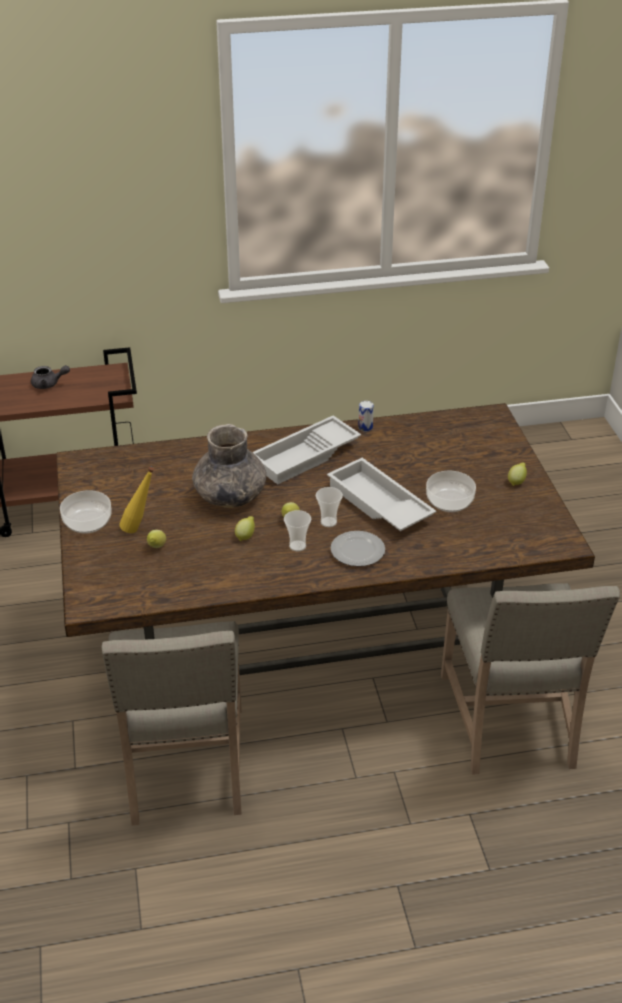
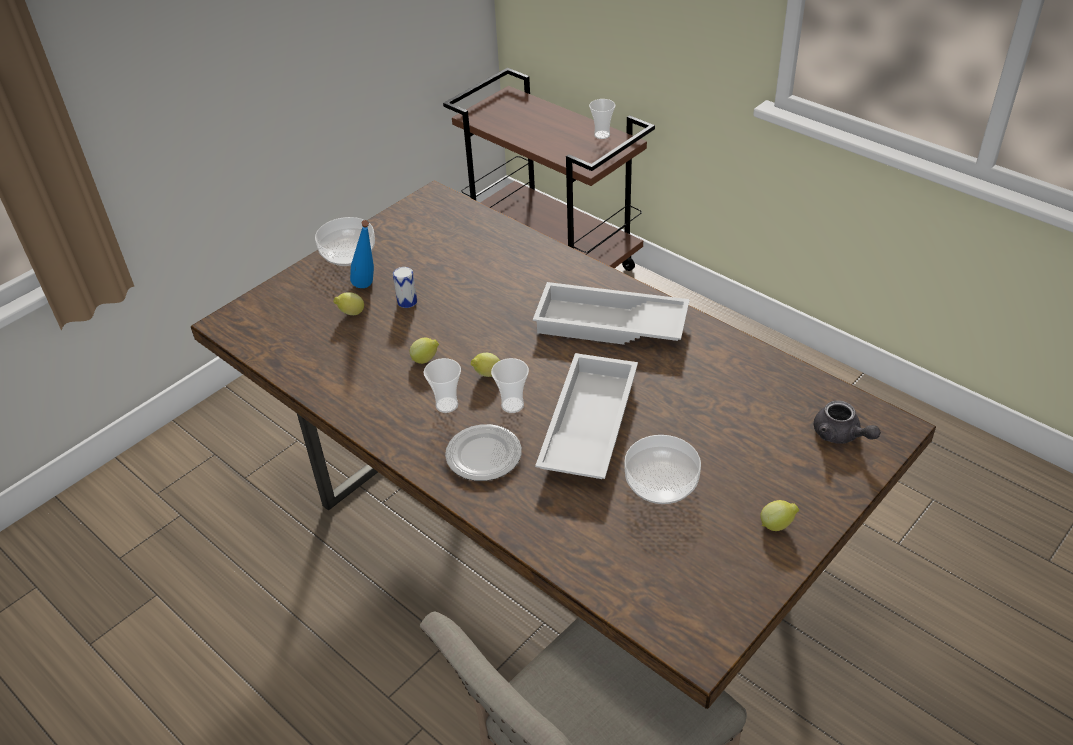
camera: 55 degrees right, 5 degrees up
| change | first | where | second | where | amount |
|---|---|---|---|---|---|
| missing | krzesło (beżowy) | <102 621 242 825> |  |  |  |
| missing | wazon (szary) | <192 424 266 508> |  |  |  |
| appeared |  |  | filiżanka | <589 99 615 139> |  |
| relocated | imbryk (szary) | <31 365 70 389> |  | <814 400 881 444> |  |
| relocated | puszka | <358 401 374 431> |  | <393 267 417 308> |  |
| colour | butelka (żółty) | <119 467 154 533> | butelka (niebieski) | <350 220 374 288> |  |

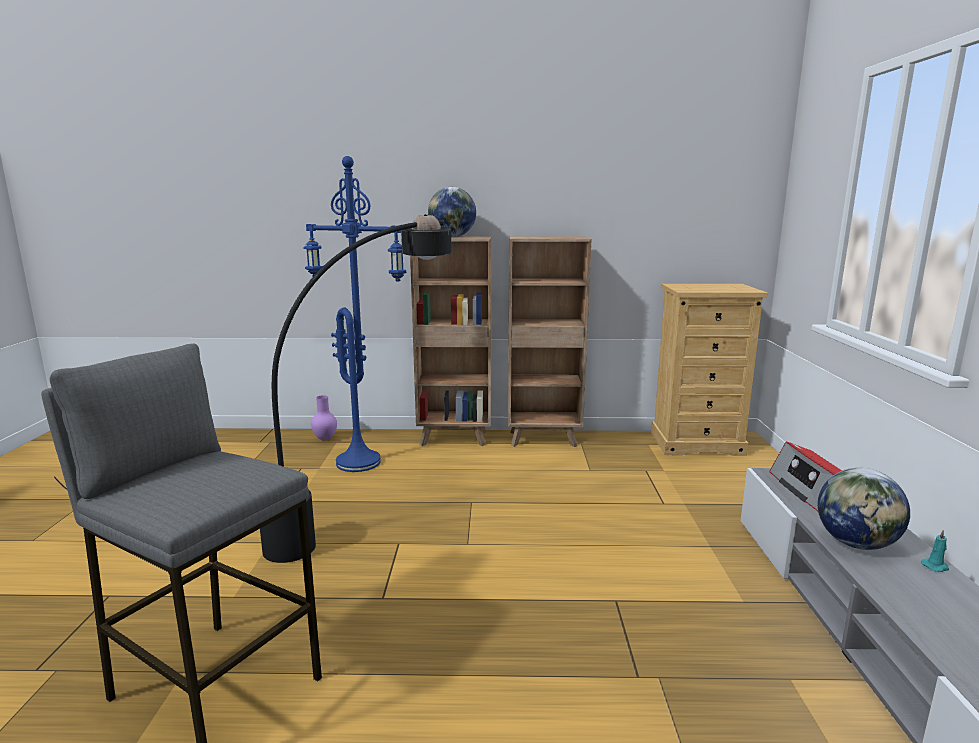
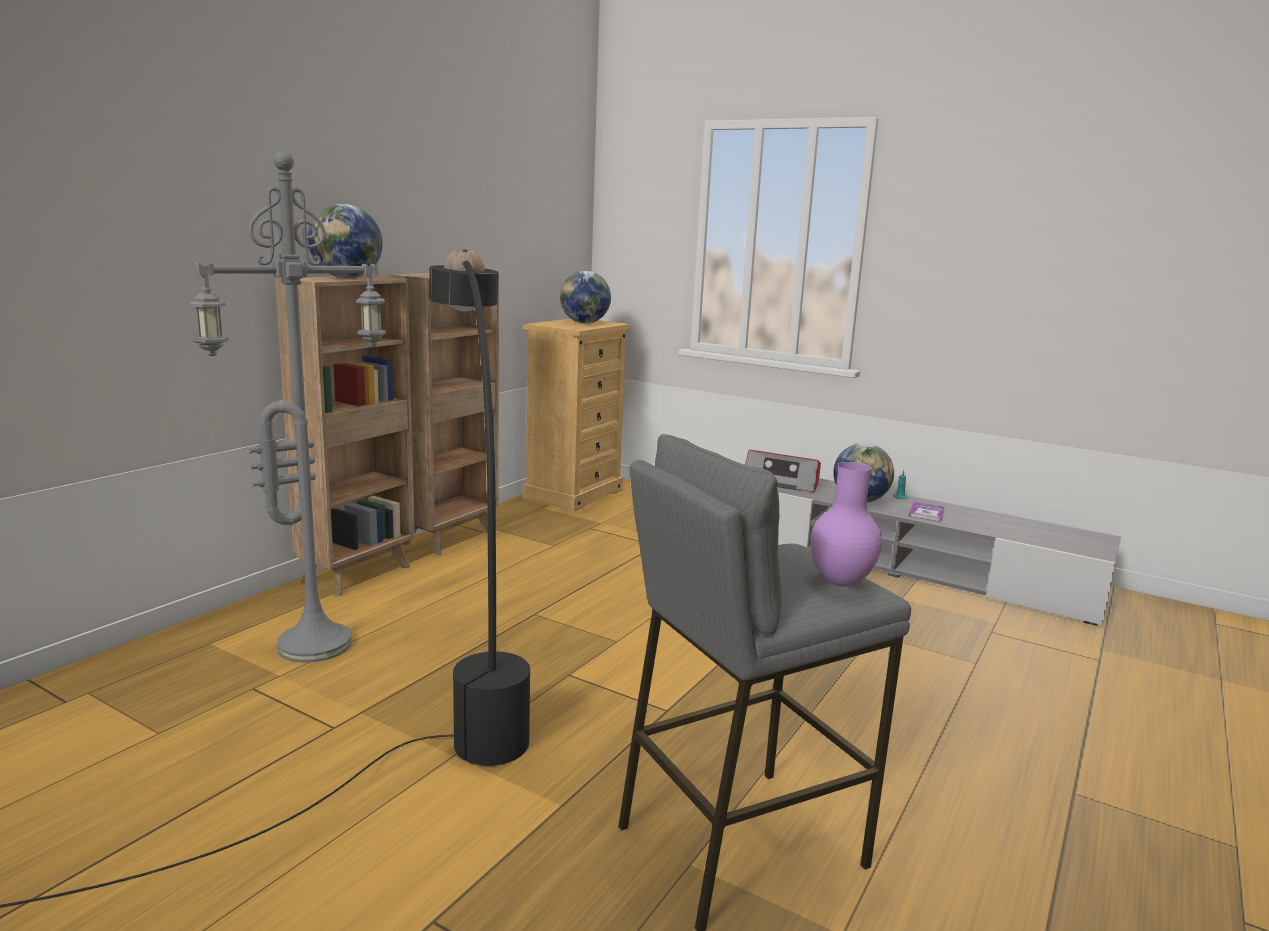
camera: 60 degrees left, 0 degrees up
| change | first | where | second | where | amount |
|---|---|---|---|---|---|
| appeared |  |  | globus | <560 271 611 323> |  |
| appeared |  |  | książka | <909 502 945 522> |  |
| relocated | wazon (fioletowy) | <311 395 337 440> |  | <810 462 882 587> |  |
| colour | lampa stojąca (niebieski) | <303 156 406 472> | lampa stojąca (szary) | <189 151 386 663> |  |

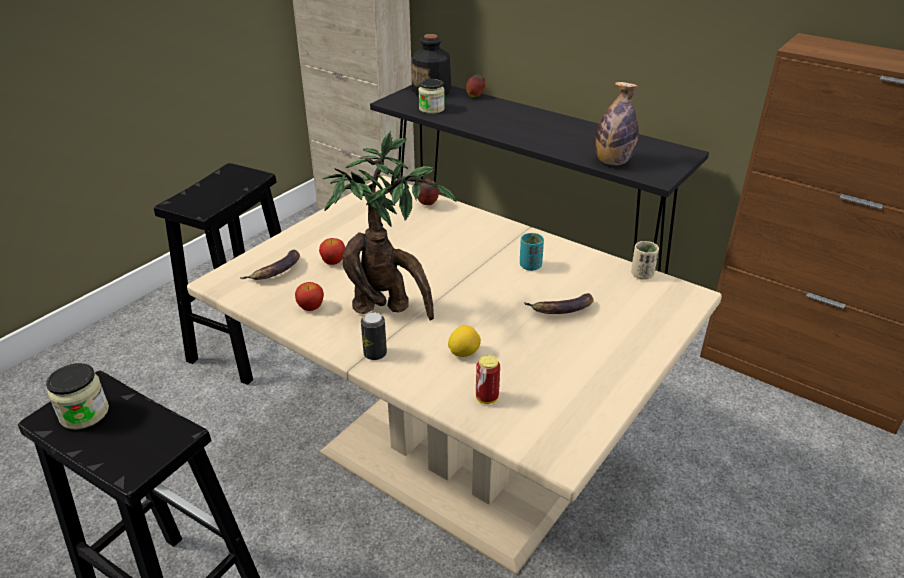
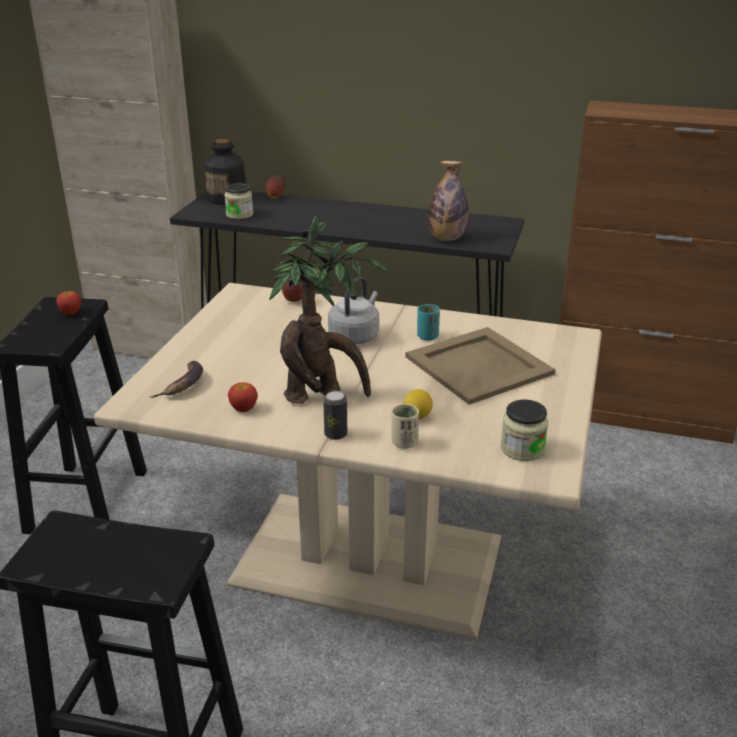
camera: 20 degrees left, 5 degrees down
| change | first | where | second | where | amount |
|---|---|---|---|---|---|
| missing | puszka | <476 355 500 404> |  |  |  |
| appeared |  |  | czajnik (szary) | <328 277 379 344> |  |
| relocated | słoik | <46 363 109 429> |  | <501 399 548 461> |  |
| relocated | jabłko | <319 238 345 265> |  | <56 291 81 315> |  |
| relocated | filiżanka (beżowy) | <631 241 659 280> |  | <391 404 419 449> |  |
| exchanged | banan | <524 293 594 314> | taca (beżowy) | <405 327 555 405> |  |

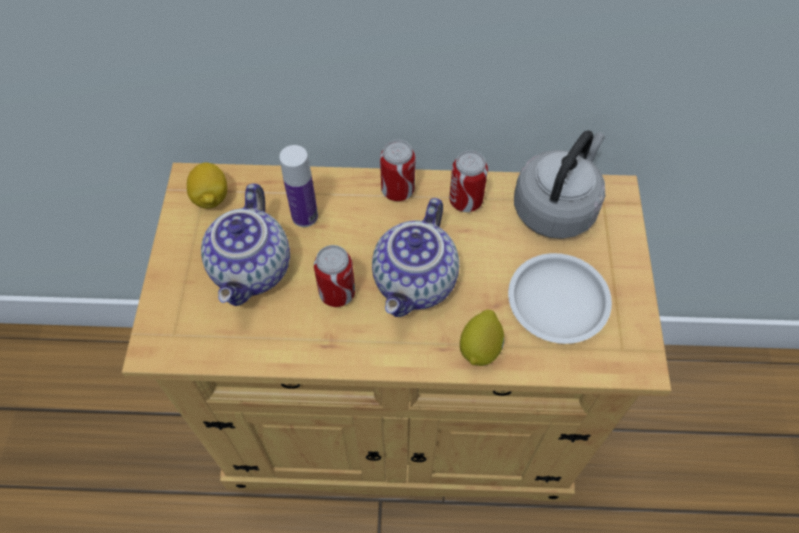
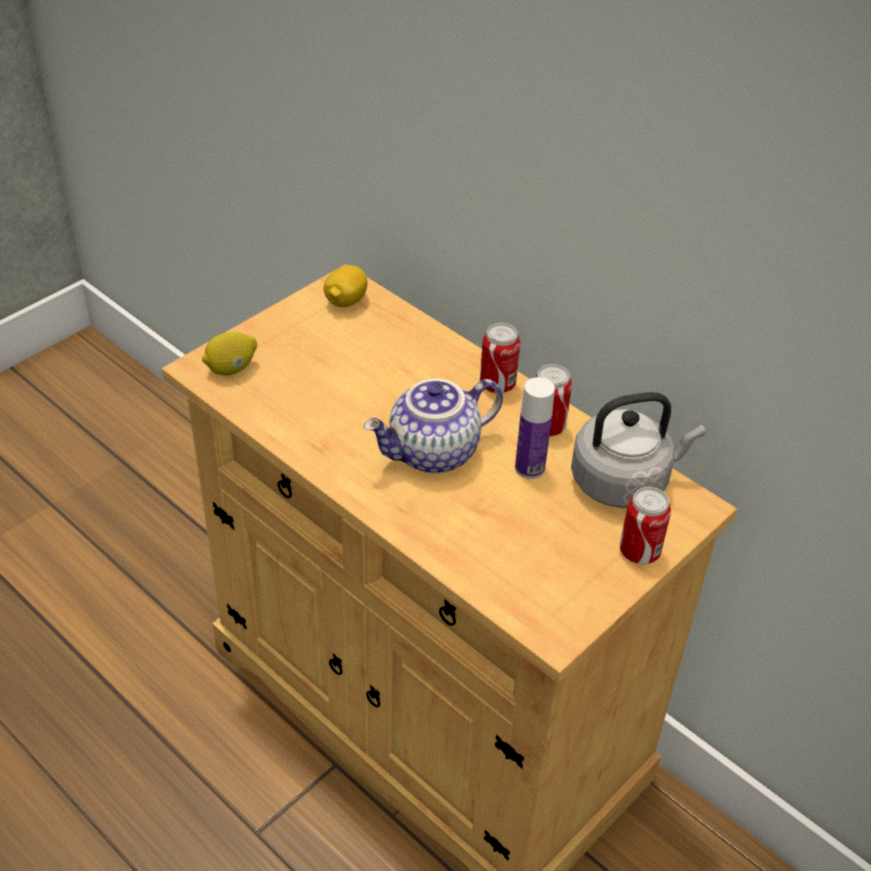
camera: 40 degrees right, 15 degrees down
| change | first | where | second | where | amount |
|---|---|---|---|---|---|
| missing | imbryk | <201 183 290 306> |  |  |  |
| missing | talerz (biały) | <508 253 612 344> |  |  |  |
| relocated | butelka | <279 145 318 227> |  | <515 377 555 479> |  |
| relocated | puszka | <314 245 355 307> |  | <620 487 671 564> |  |
| relocated | cytryna | <460 310 504 366> |  | <202 332 257 376> |  |

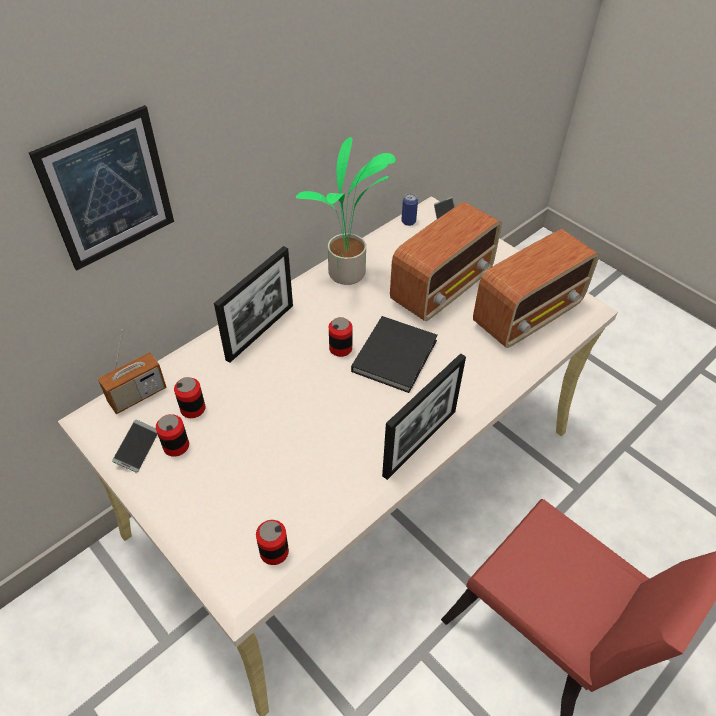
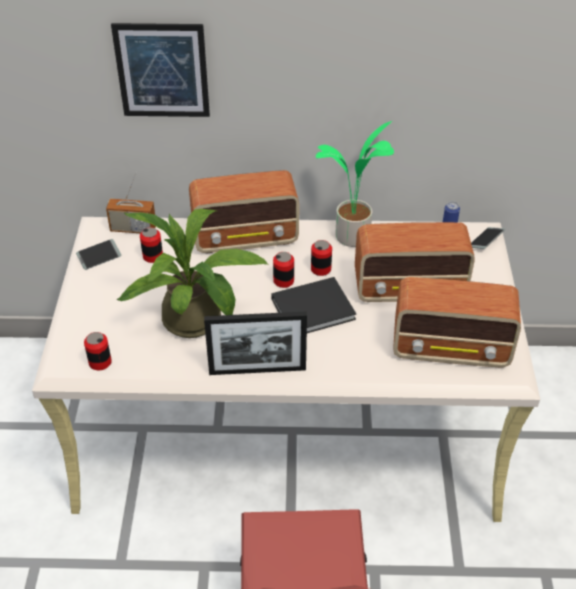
camera: 45 degrees right, 5 degrees down
| change | first | where | second | where | amount |
|---|---|---|---|---|---|
| appeared |  |  | roślina doniczkowa | <116 209 269 338> |  |
| relocated | puszka | <156 414 189 457> |  | <311 240 332 276> |  |
| exchanged | ramka na zdjęcie | <214 246 293 363> | radio | <189 170 299 254> |  |

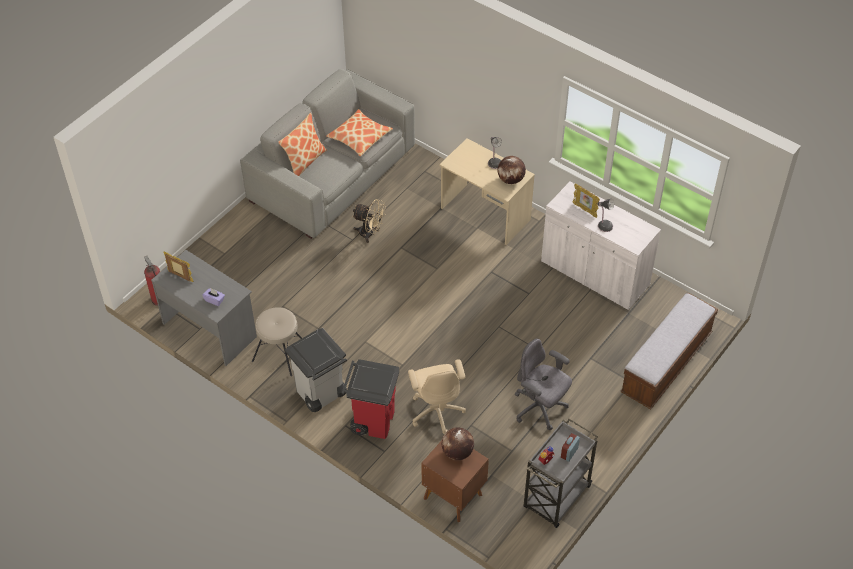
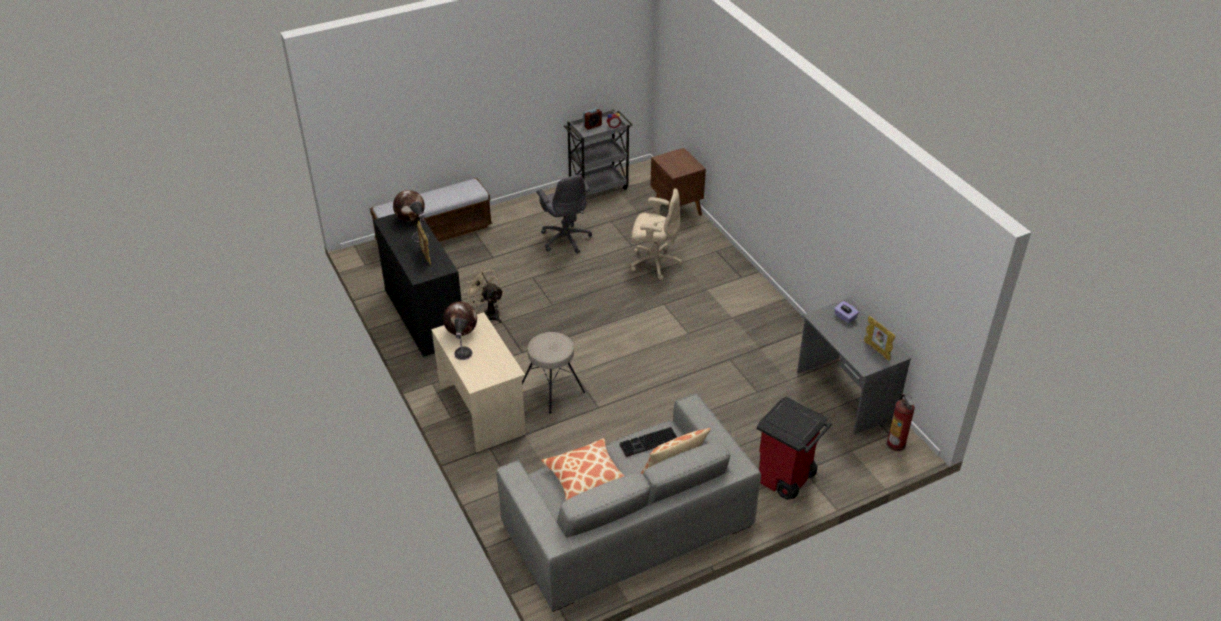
camera: 155 degrees left, 10 degrees down
| change | first | where | second | where | amount |
|---|---|---|---|---|---|
| missing | kosz na śmieci (szary) | <285 328 347 412> |  |  |  |
| appeared |  |  | klawiatura | <619 427 677 457> |  |
| relocated | stołek (beżowy) | <252 307 302 376> |  | <522 332 585 414> |  |
| relocated | kosz na śmieci (czerwony) | <341 359 399 439> |  | <757 396 832 500> |  |
| relocated | wentylator (beżowy) | <353 199 386 243> |  | <465 267 504 323> |  |
| relocated | globus | <442 427 474 460> |  | <393 190 425 222> |  |
| colour | szafka (biały) | <541 182 661 310> | szafka (czarny) | <373 214 462 358> |  |
| spun | krzesło biurowe (beżowy) | <408 359 466 434> |  | <631 188 683 280> | 90 degrees clockwise |

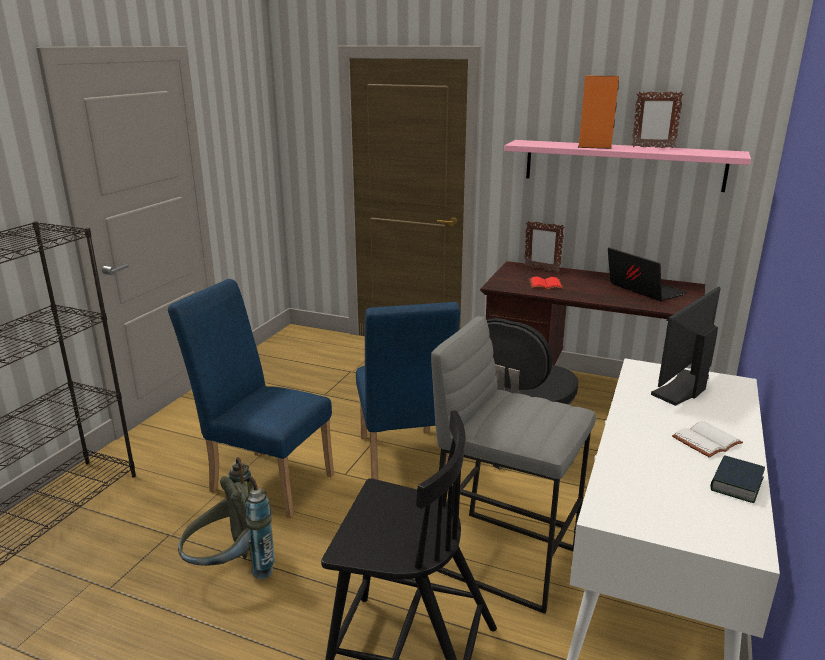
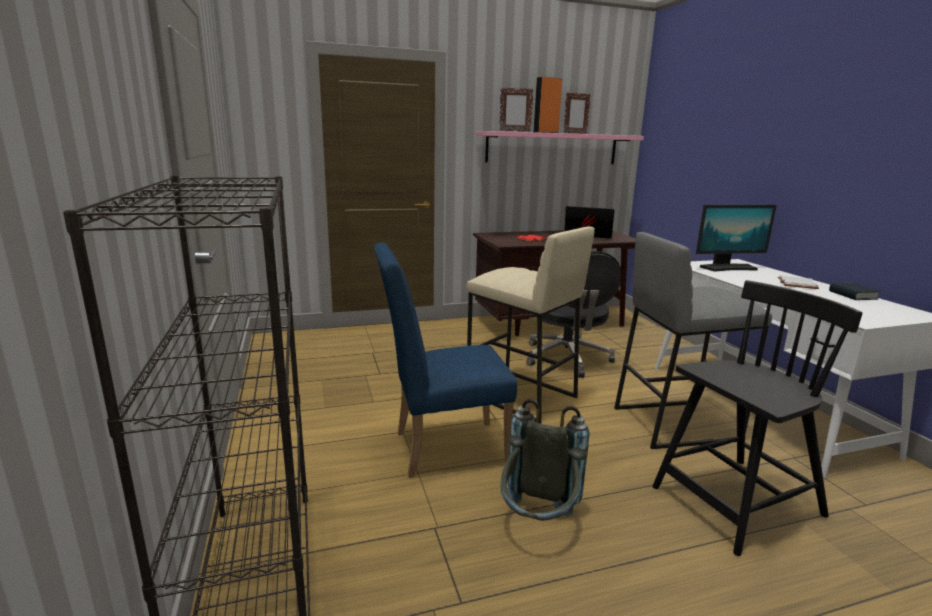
camera: 40 degrees left, 5 degrees down
| change | first | where | second | where | amount |
|---|---|---|---|---|---|
| relocated | ramka na zdjęcie | <524 221 565 272> |  | <500 88 534 132> |  |
| exchanged | krzesło (niebieski) | <356 302 460 480> | stołek (beżowy) | <466 226 595 424> |  |
| spun | monitor | <651 287 721 406> |  | <696 205 777 272> | 105 degrees counterclockwise |

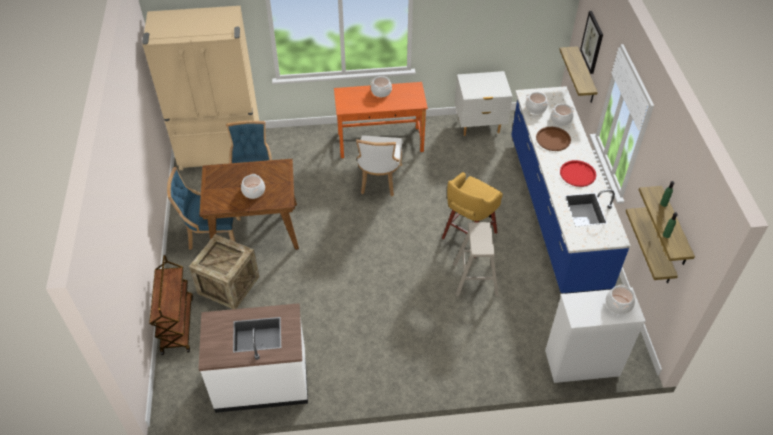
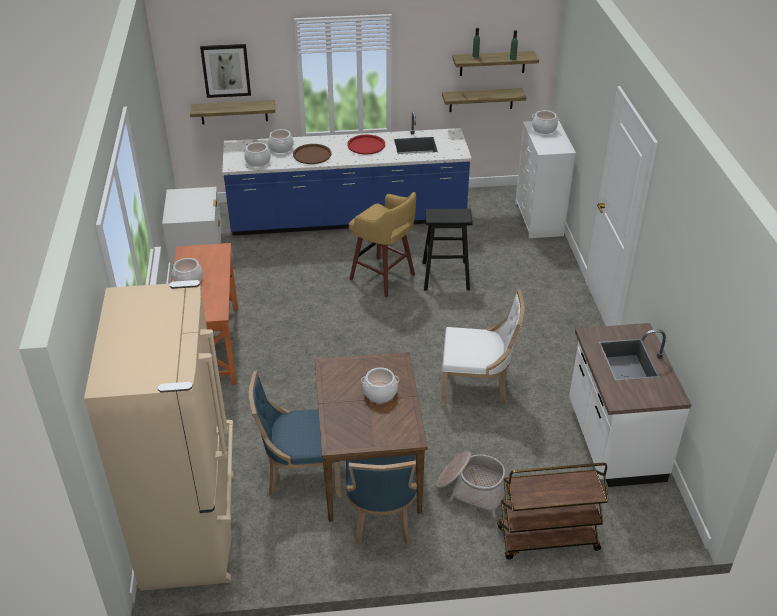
camera: 90 degrees left, 10 degrees down
| change | first | where | second | where | amount |
|---|---|---|---|---|---|
| relocated | krzesło (biały) | <356 135 402 196> |  | <440 289 525 406> |  |
| exchanged | skrzynka | <189 234 259 309> | koszyk | <437 451 508 518> |  |
| colour | stołek (beżowy) | <453 222 499 296> | stołek (czarny) | <423 209 473 290> |  |

